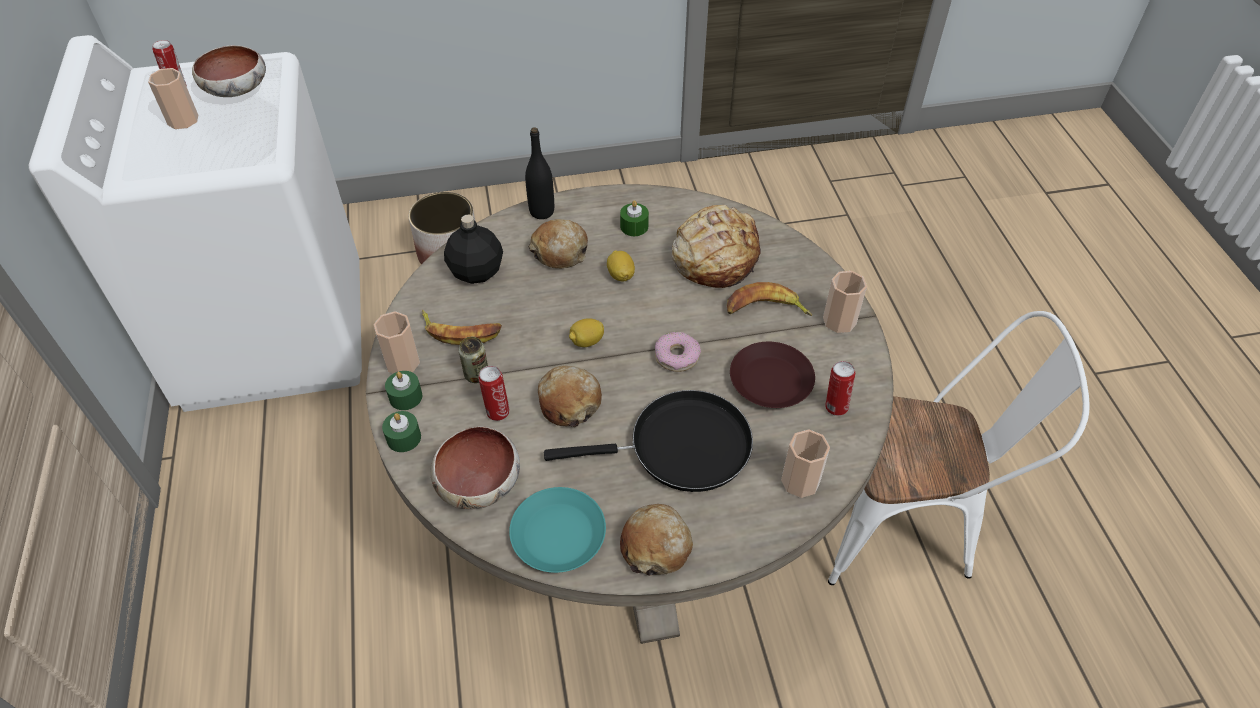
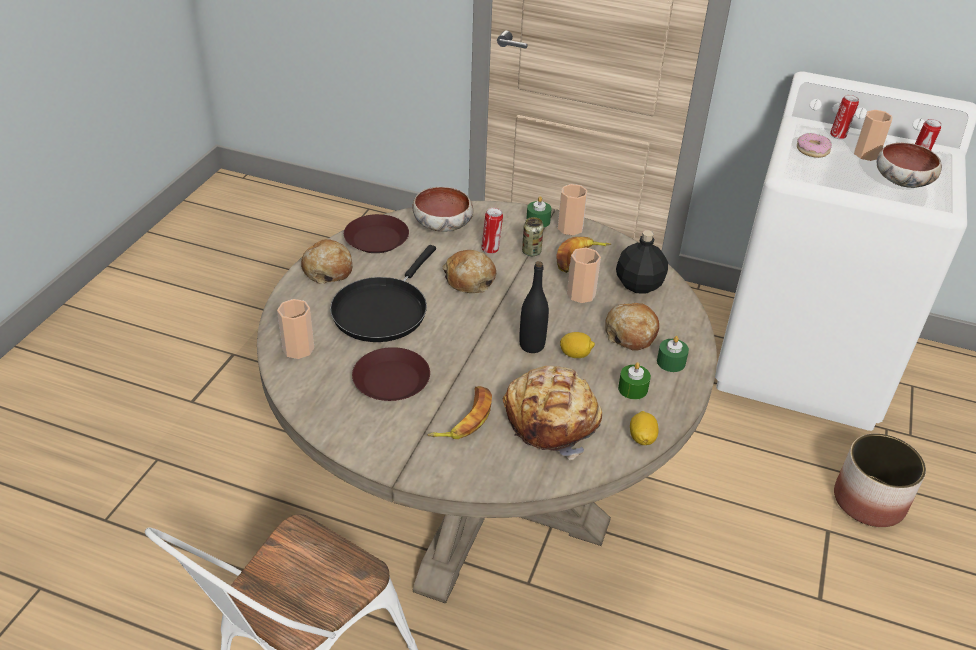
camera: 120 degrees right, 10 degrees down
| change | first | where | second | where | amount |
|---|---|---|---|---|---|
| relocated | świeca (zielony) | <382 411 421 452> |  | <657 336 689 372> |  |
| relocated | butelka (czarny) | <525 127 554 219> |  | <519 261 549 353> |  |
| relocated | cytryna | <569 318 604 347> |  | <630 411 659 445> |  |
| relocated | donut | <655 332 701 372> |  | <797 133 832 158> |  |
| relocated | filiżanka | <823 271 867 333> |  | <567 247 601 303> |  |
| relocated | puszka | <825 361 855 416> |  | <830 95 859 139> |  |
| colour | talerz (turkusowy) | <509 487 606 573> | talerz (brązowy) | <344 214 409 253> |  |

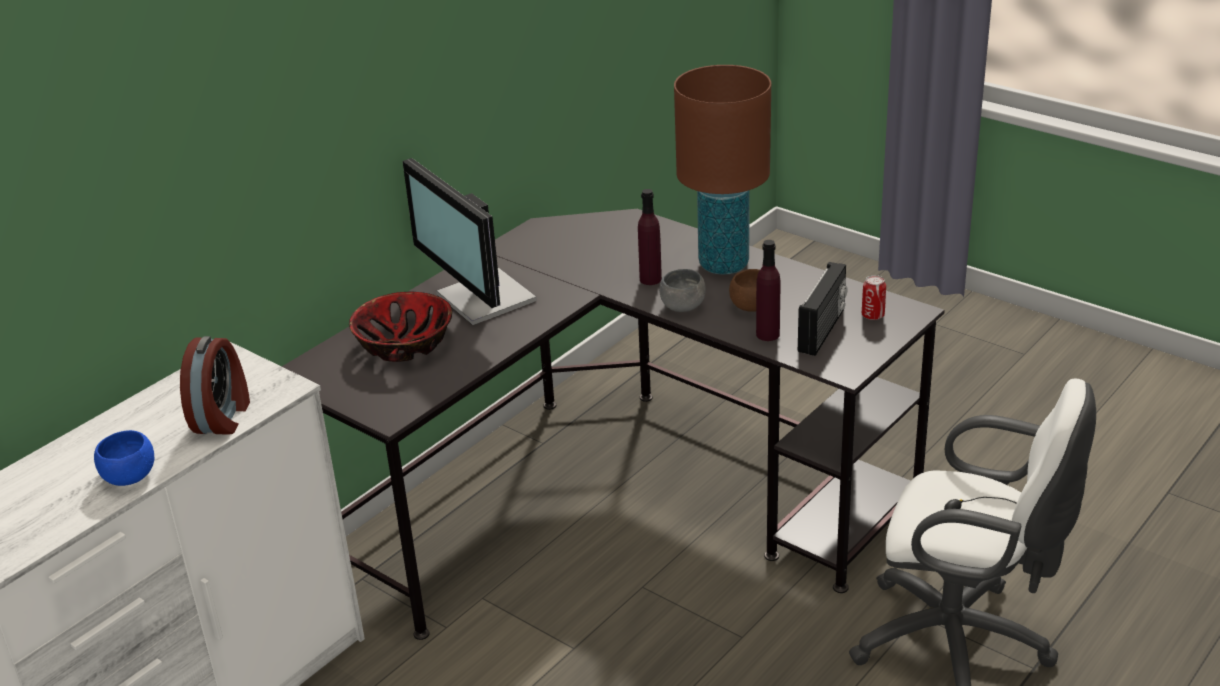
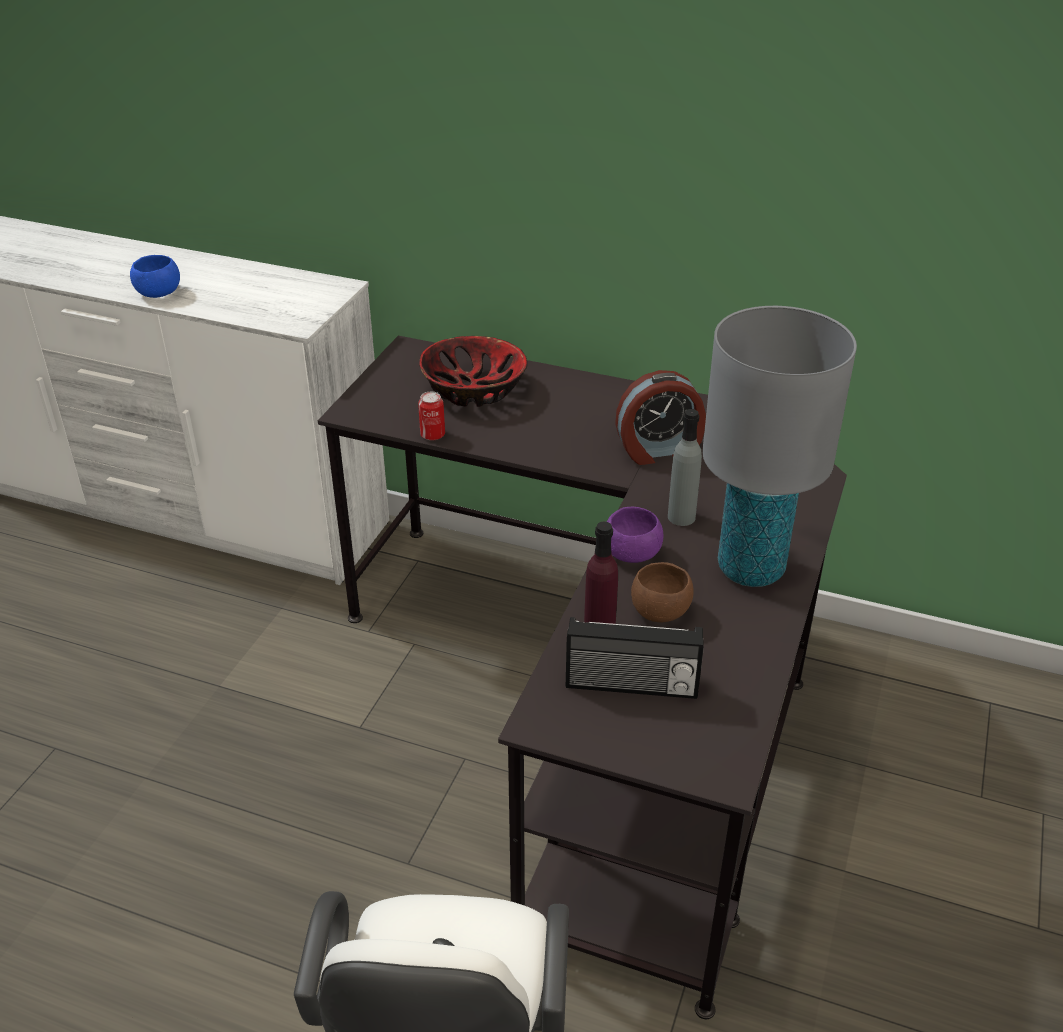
camera: 70 degrees right, 5 degrees up
| change | first | where | second | where | amount |
|---|---|---|---|---|---|
| missing | monitor | <403 158 537 325> |  |  |  |
| relocated | budzik | <180 336 250 435> |  | <615 370 706 465> |  |
| relocated | puszka | <862 275 886 320> |  | <418 392 445 440> |  |
| colour | butelka (fioletowy) | <638 189 662 285> | butelka (szary) | <668 409 702 526> |  |
| colour | miska (szary) | <659 269 706 312> | miska (fioletowy) | <607 506 663 563> |  |
| colour | lampa stołowa (brązowy) | <674 65 771 275> | lampa stołowa (szary) | <702 306 857 587> |  |

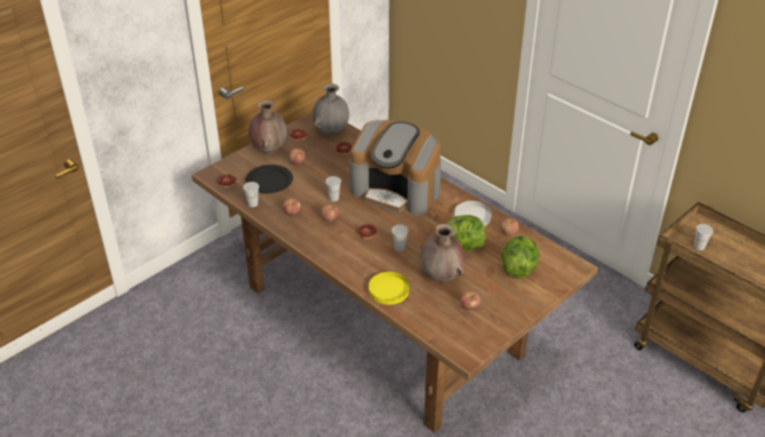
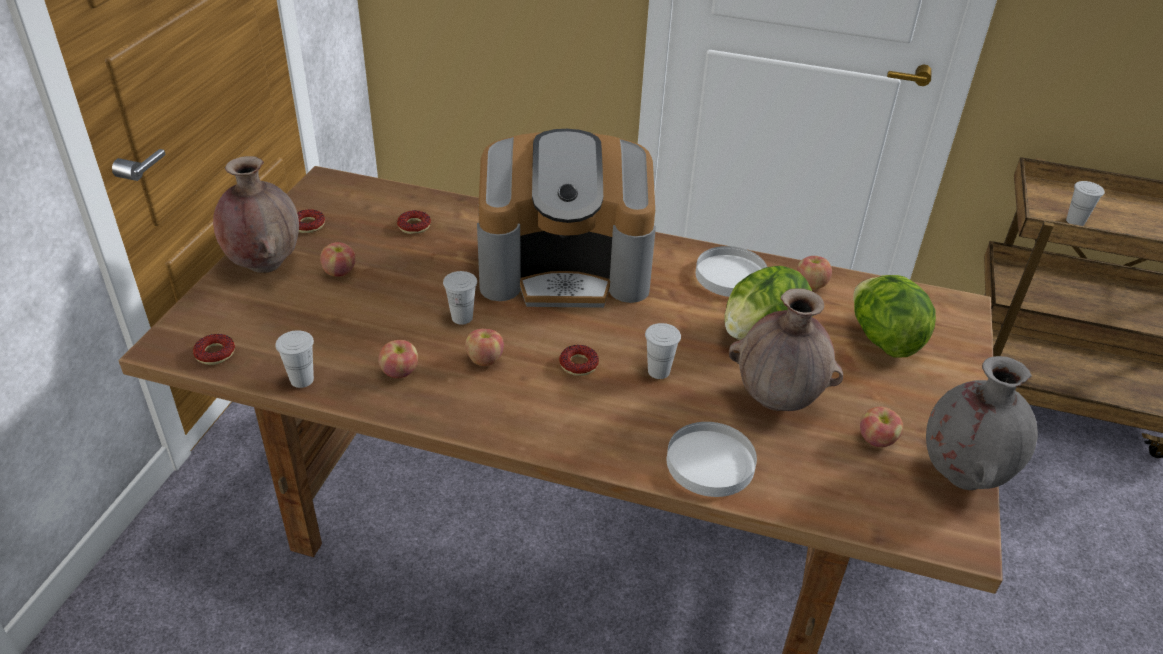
camera: 30 degrees left, 0 degrees up
| change | first | where | second | where | amount |
|---|---|---|---|---|---|
| missing | talerz (czarny) | <246 165 293 193> |  |  |  |
| relocated | wazon (szary) | <312 84 349 136> |  | <926 356 1038 490> |  |
| colour | talerz (żółty) | <369 272 409 305> | talerz (biały) | <667 422 757 497> |  |

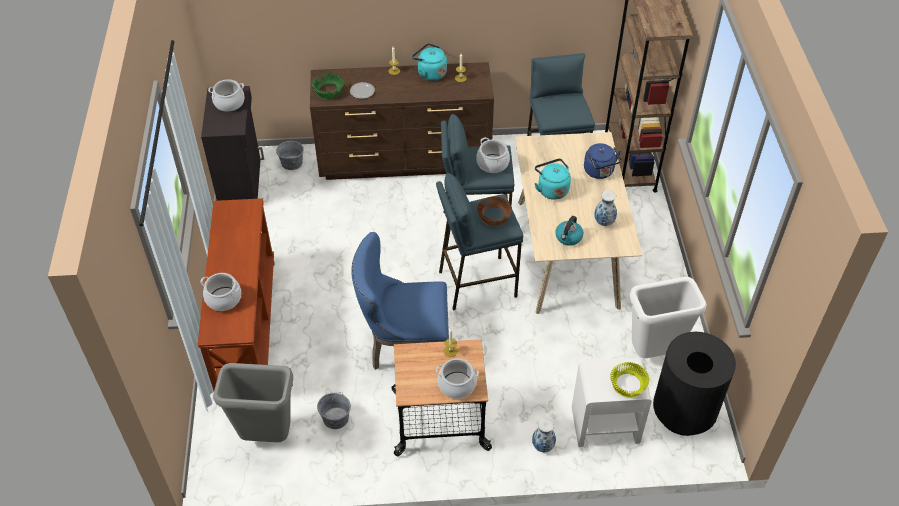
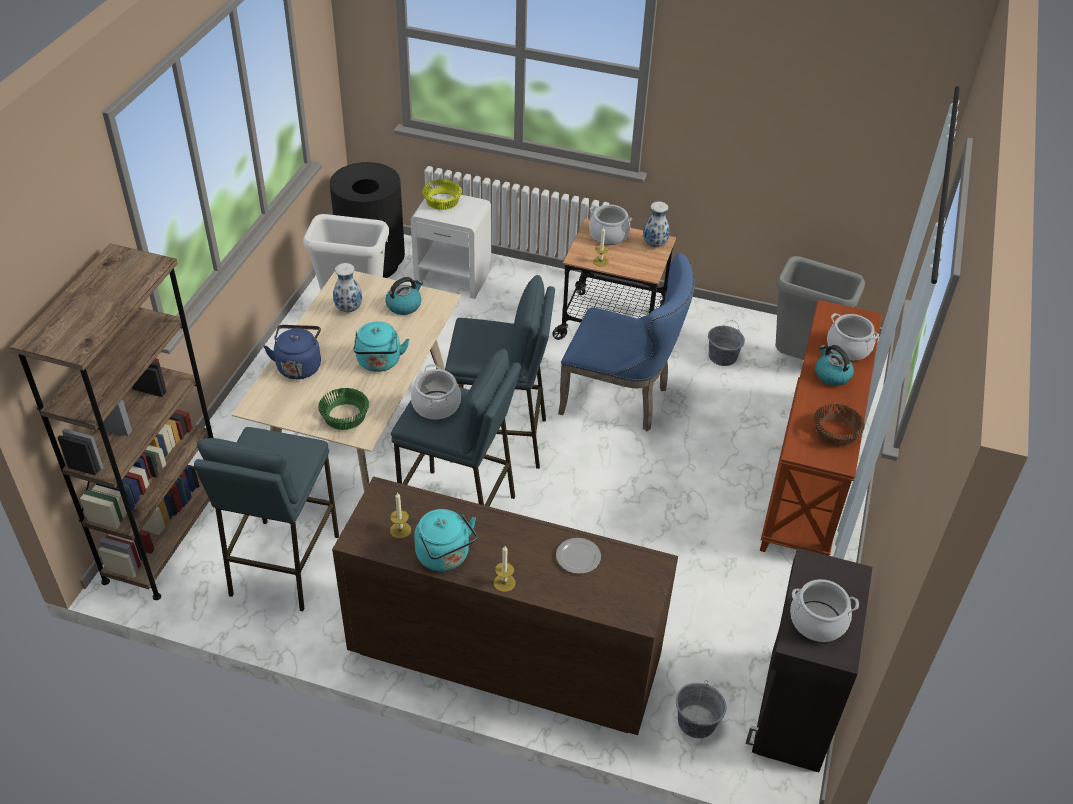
camera: 160 degrees left, 5 degrees down
| change | first | where | second | where | amount |
|---|---|---|---|---|---|
| appeared |  |  | czajnik | <815 345 854 386> |  |
| relocated | miska (zielony) | <312 73 344 99> |  | <318 388 369 430> |  |
| relocated | miska (brązowy) | <477 196 512 226> |  | <814 404 865 446> |  |
| relocated | wazon | <532 418 556 452> |  | <643 202 670 248> |  |

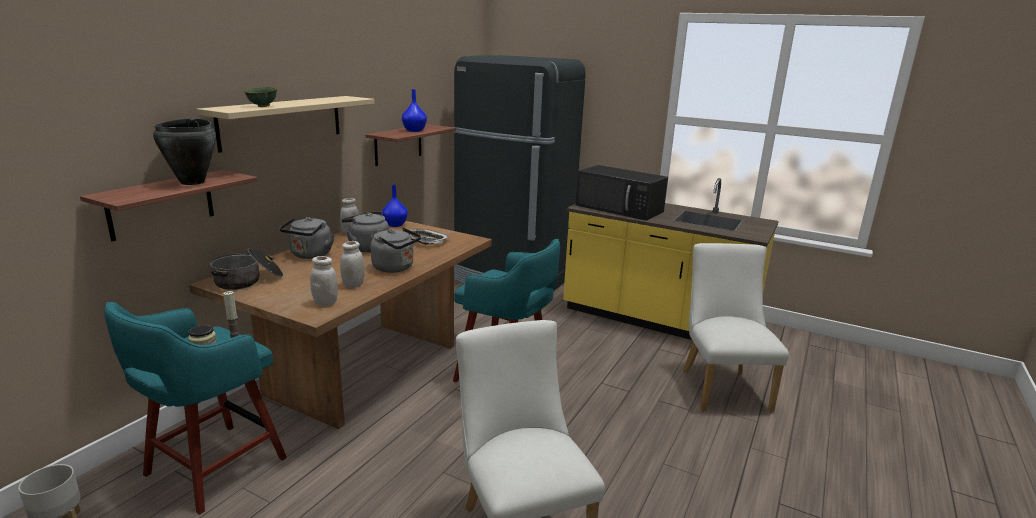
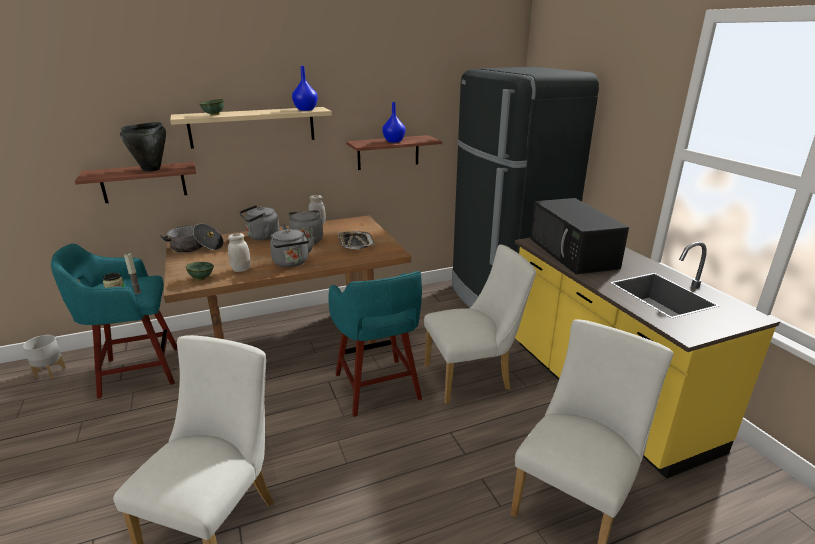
camera: 40 degrees right, 5 degrees up
| change | first | where | second | where | amount |
|---|---|---|---|---|---|
| appeared |  |  | krzesło (biały) | <424 245 536 404> |  |
| relocated | wazon (niebieski) | <382 185 408 227> |  | <292 66 318 111> |  |
| exchanged | słoik (biały) | <310 256 338 306> | miska (zielony) | <186 262 214 280> |  |

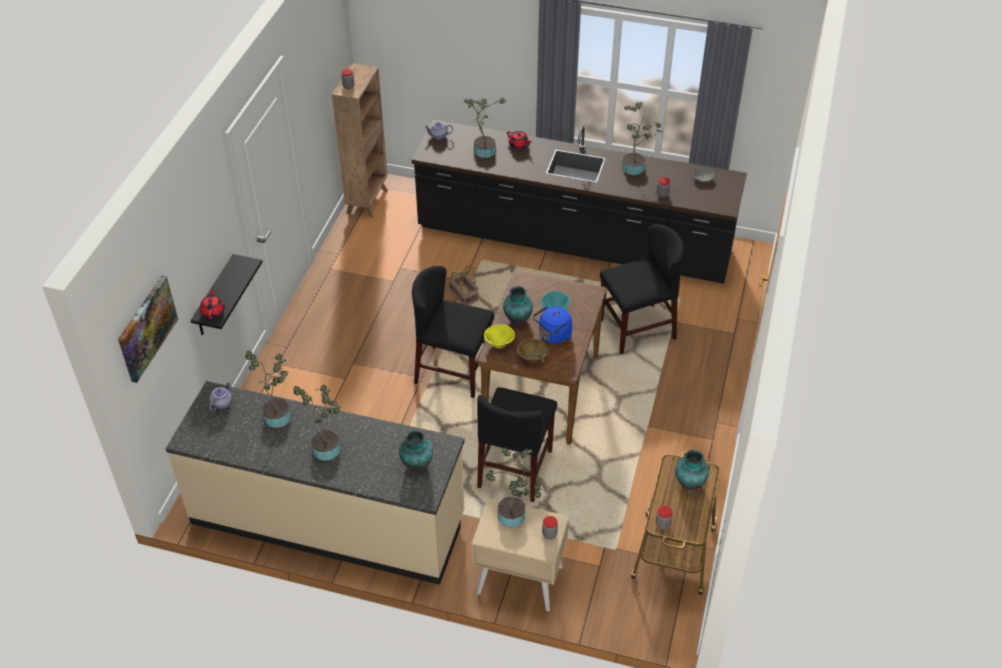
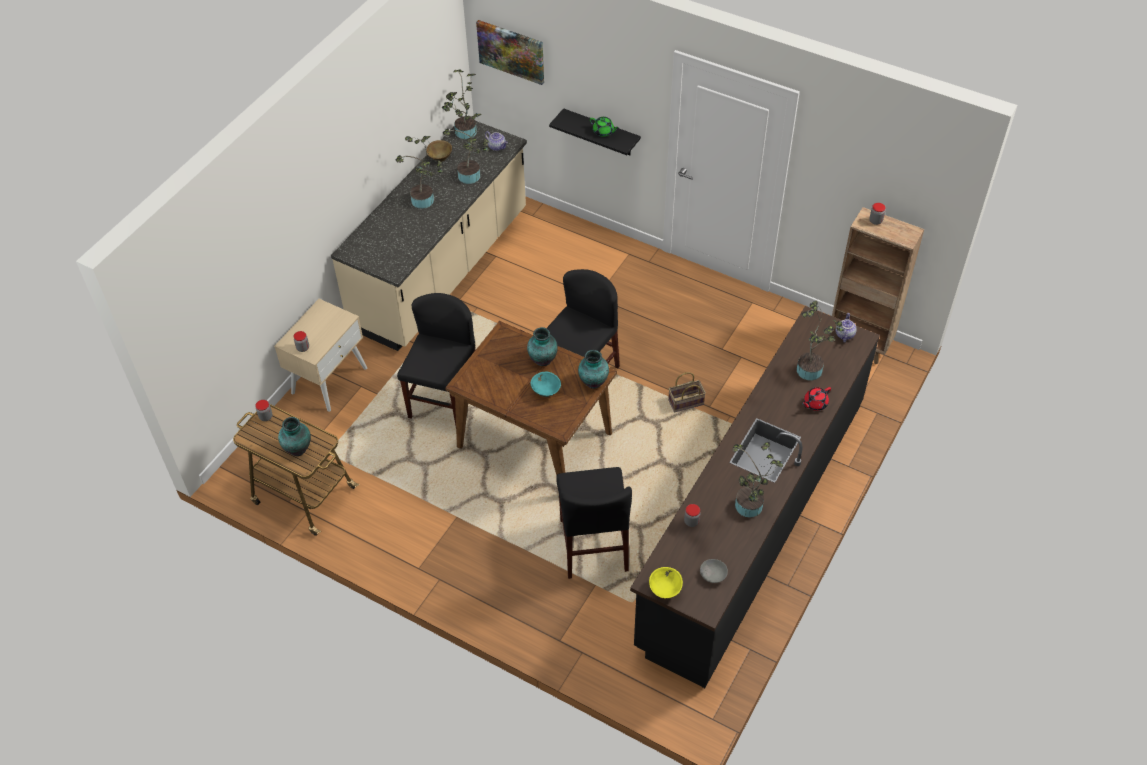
camera: 105 degrees right, 5 degrees up
| change | first | where | second | where | amount |
|---|---|---|---|---|---|
| missing | imbryk (czerwony) | <200 287 225 319> |  |  |  |
| missing | czajnik (niebieski) | <533 306 572 344> |  |  |  |
| appeared |  |  | imbryk (zielony) | <590 117 619 137> |  |
| relocated | wazon | <399 430 433 472> |  | <578 350 609 389> |  |
| relocated | miska (żółty) | <484 324 515 349> |  | <649 567 683 599> |  |
| relocated | roślina doniczkowa | <486 448 541 527> |  | <442 69 477 139> |  |
| relocated | miska (brązowy) | <517 339 548 362> |  | <426 140 452 162> |  |
| spun | krzesło (czarny) | <477 387 557 502> |  | <397 293 475 426> | 75 degrees clockwise |

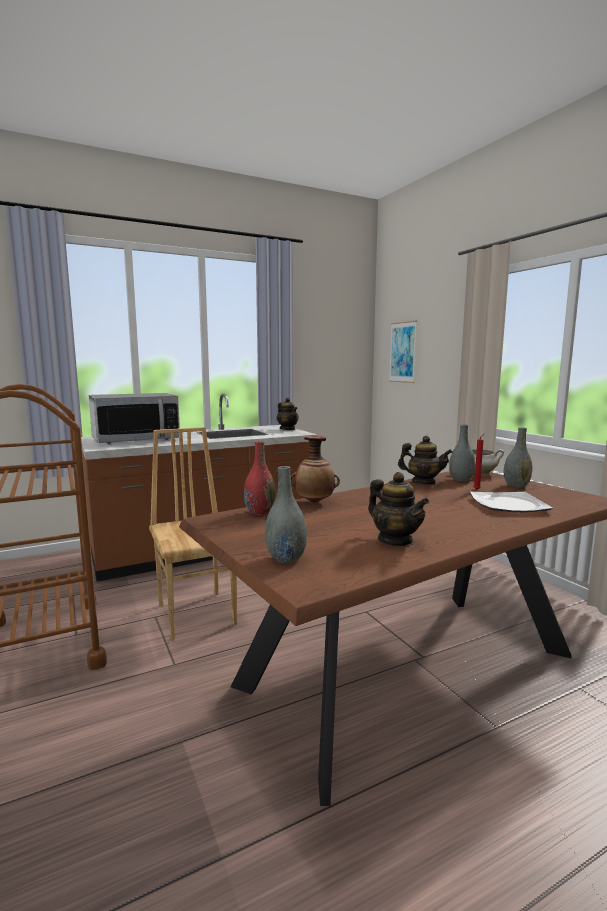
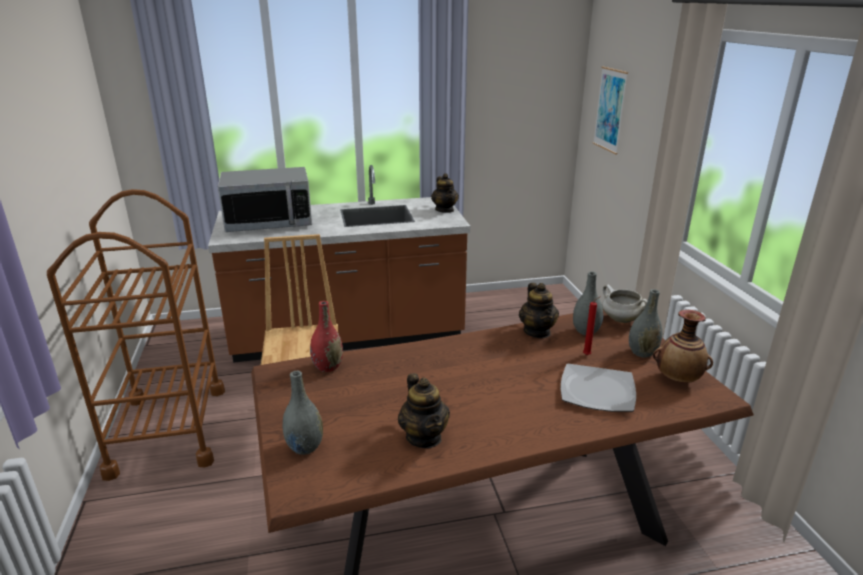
camera: 15 degrees right, 15 degrees up
| change | first | where | second | where | amount |
|---|---|---|---|---|---|
| relocated | wazon | <291 436 340 503> |  | <653 310 713 383> |  |
| spun | imbryk | <398 436 452 484> |  | <519 283 559 338> | 45 degrees clockwise |

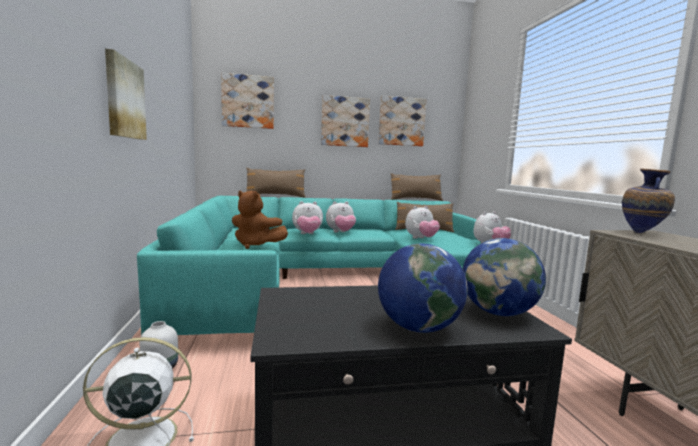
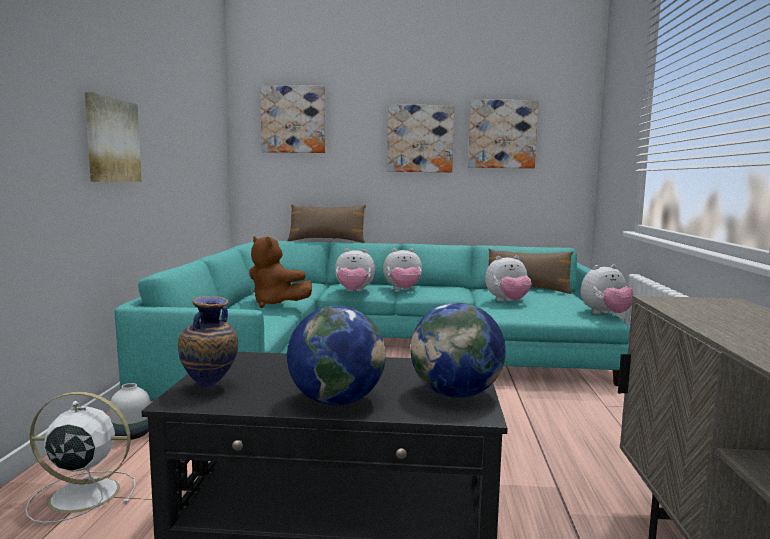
camera: 15 degrees right, 0 degrees up
| change | first | where | second | where | amount |
|---|---|---|---|---|---|
| missing | poduszka (brązowy) | <390 173 443 201> |  |  |  |
| relocated | wazon | <622 168 675 233> |  | <178 296 238 388> |  |

